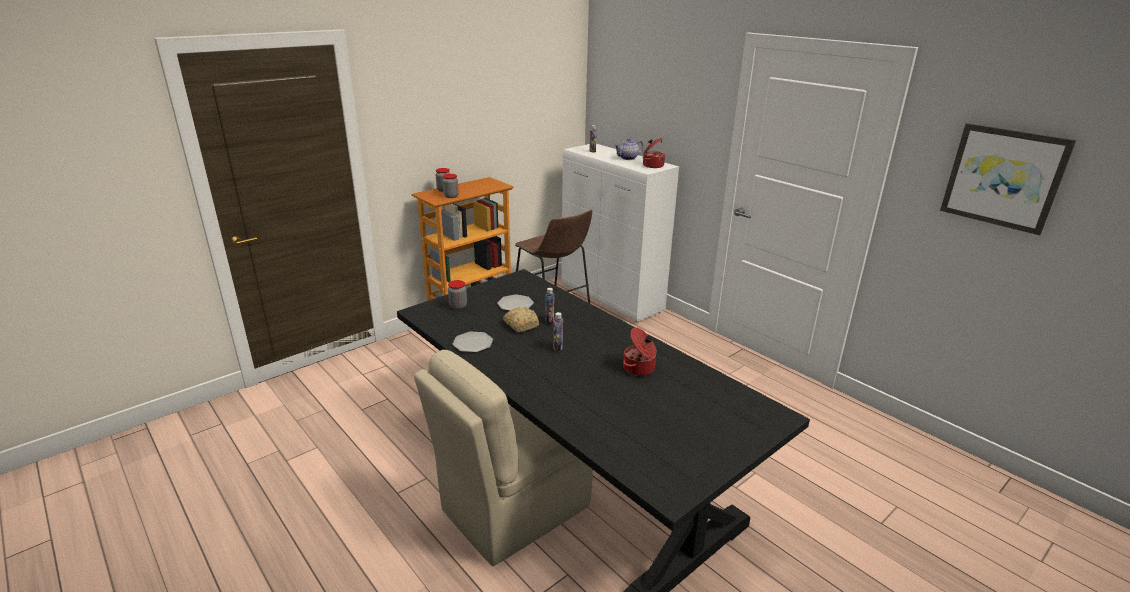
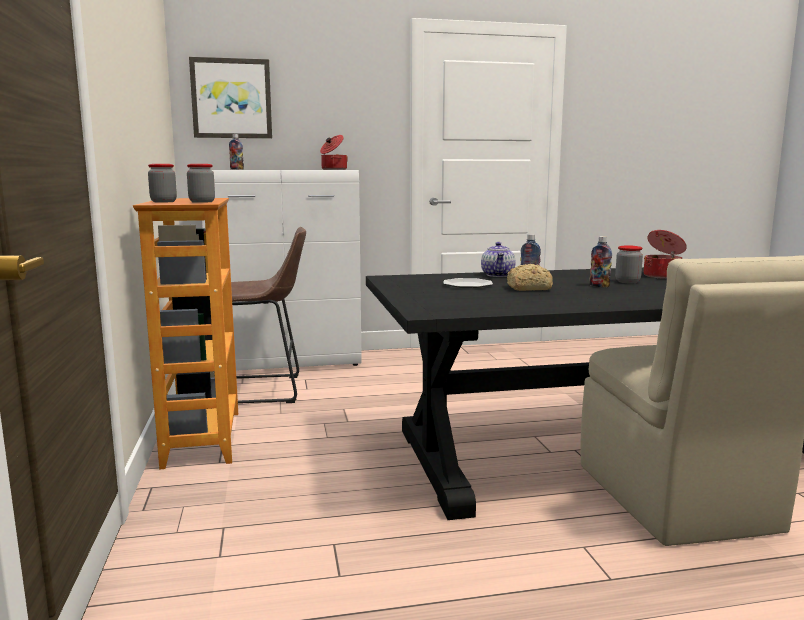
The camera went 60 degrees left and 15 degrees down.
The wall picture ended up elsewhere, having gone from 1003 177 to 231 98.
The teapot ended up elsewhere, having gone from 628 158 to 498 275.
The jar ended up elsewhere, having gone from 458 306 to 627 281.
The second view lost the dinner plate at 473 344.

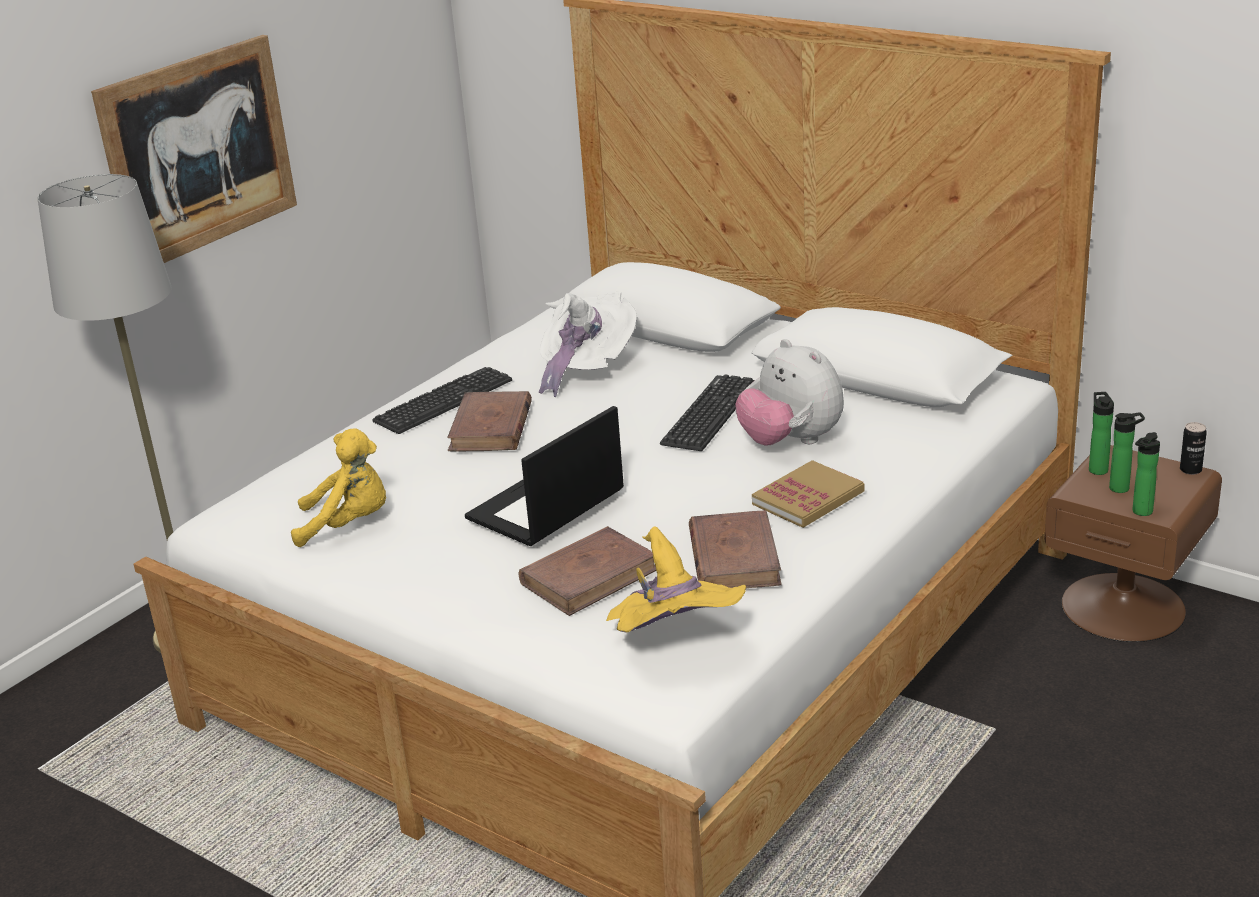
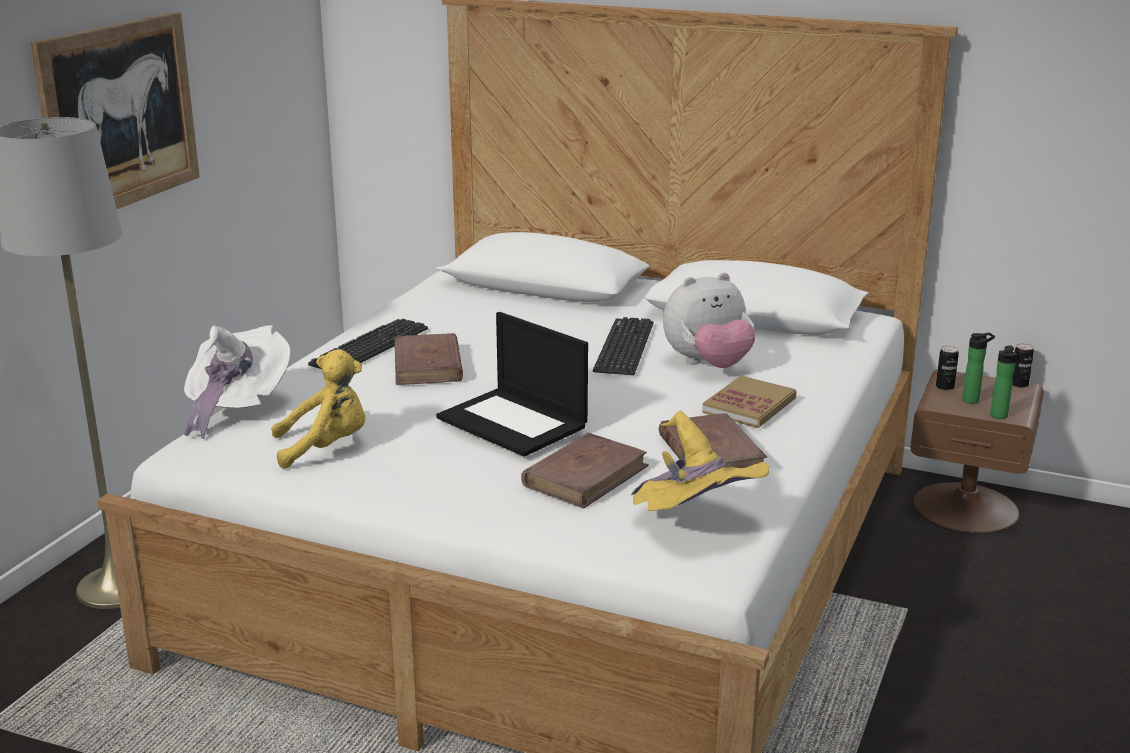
The camera went 15 degrees left and 5 degrees down.
The whitish clothing hat ended up elsewhere, having gone from 585 368 to 235 408.
The soft toy at 791 441 ended up facing another way, 60 degrees counterclockwise from before.
Where the drink bottle stood at 1097 469, the can came to stand at 944 387.
The portable computer at 545 506 ended up facing another way, 75 degrees counterclockwise from before.

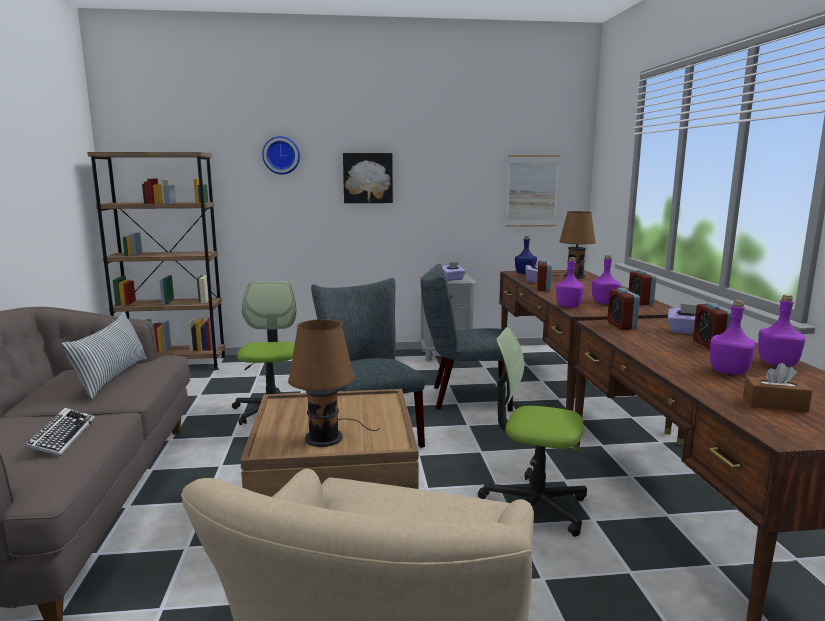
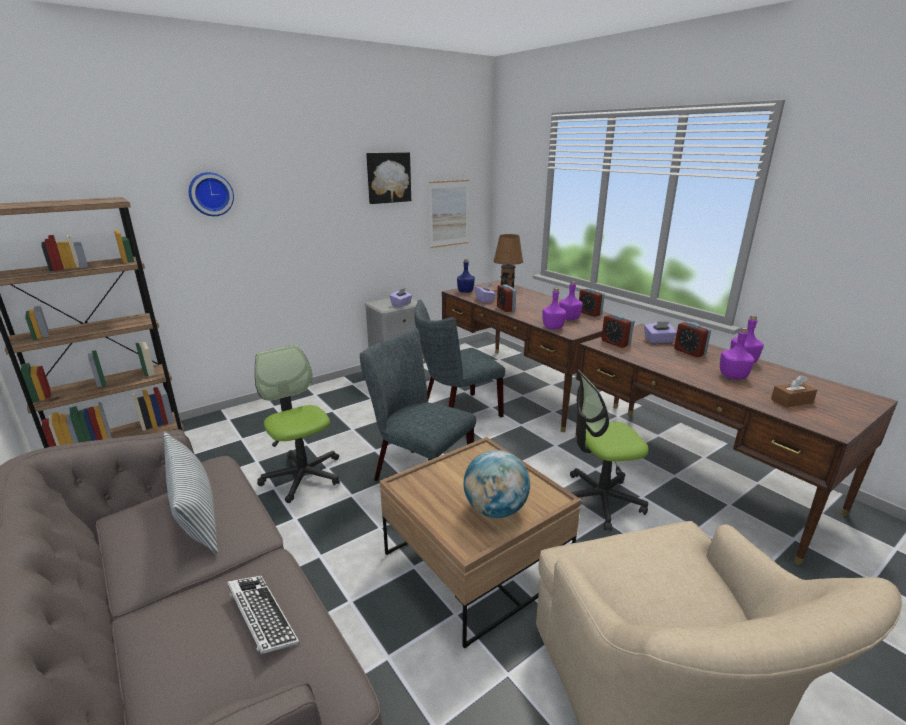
The camera went 30 degrees left and 10 degrees up.
The wall picture ended up elsewhere, having gone from 367 178 to 388 177.
Where the brownish lamp for a table stood at 327 437, the world globe came to stand at 495 510.

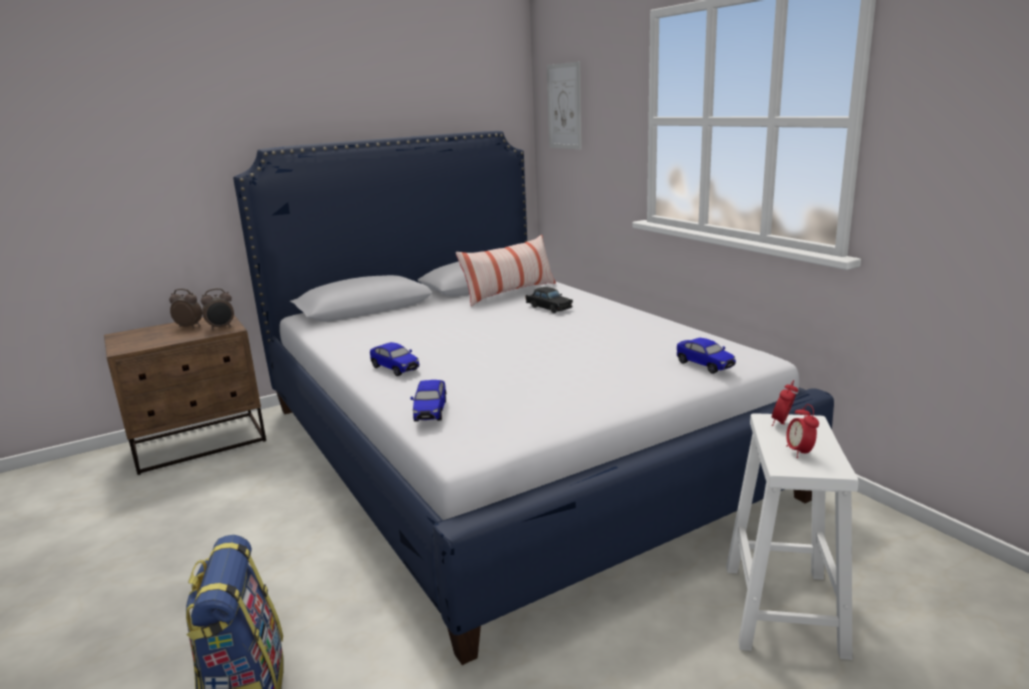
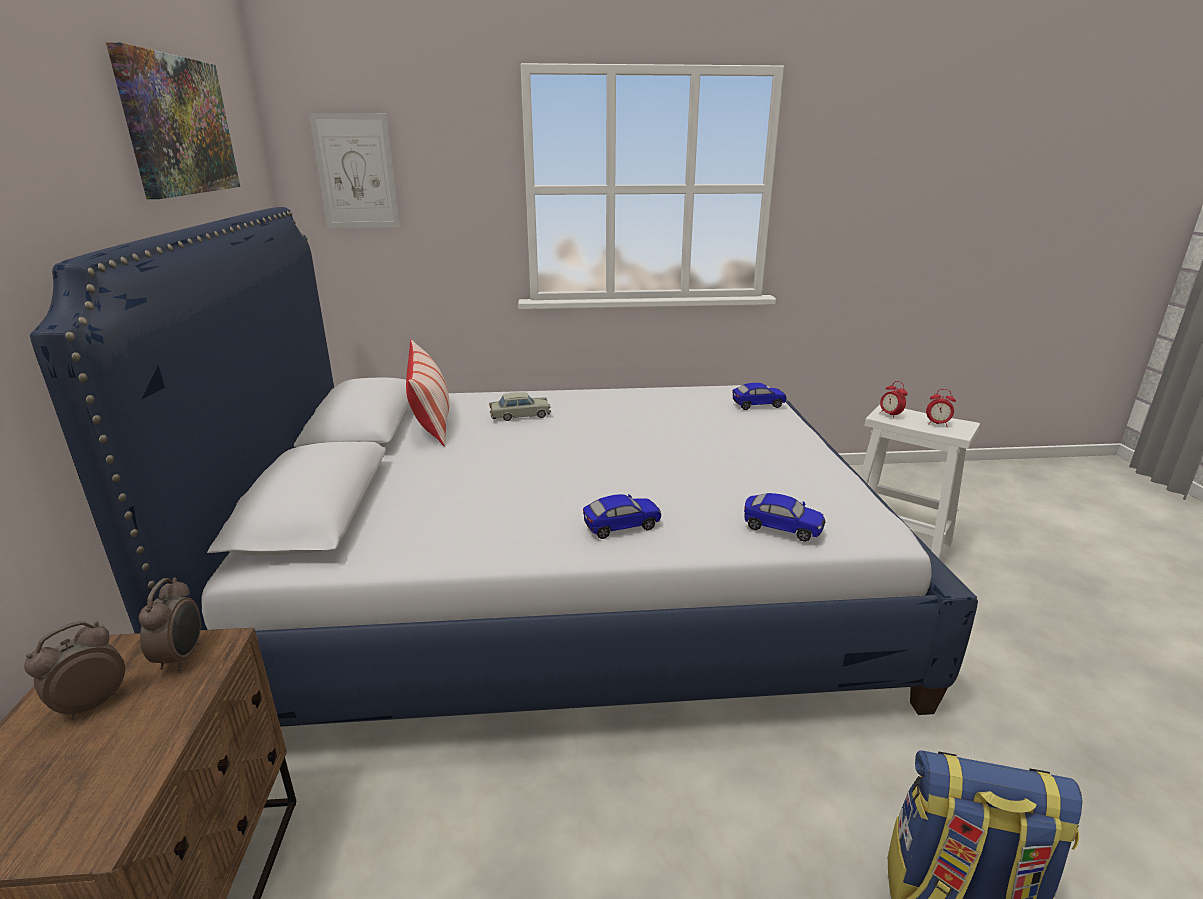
The camera went 65 degrees left and 5 degrees up.
What was the black-coloured model car at 548 307 turned into the sand-coloured model car at 520 415.
The second view gained the wall picture at 178 126.

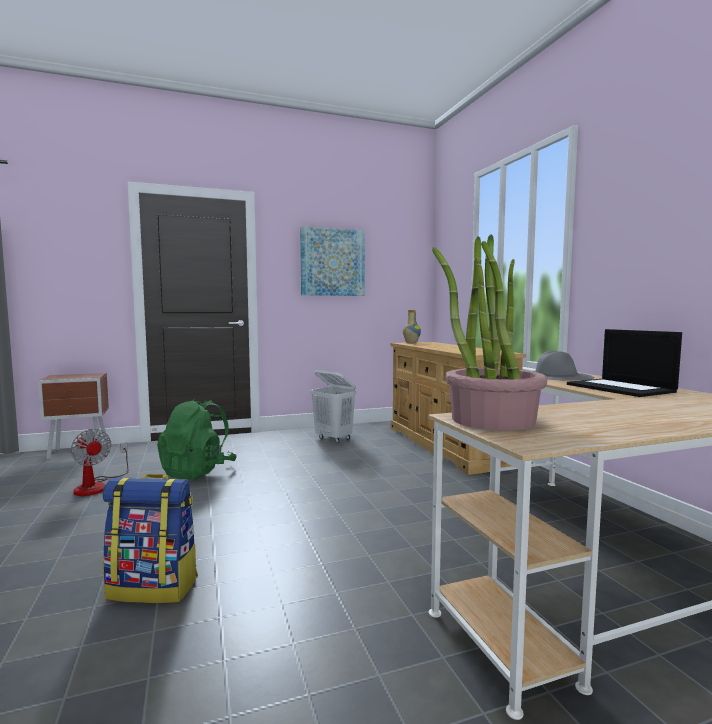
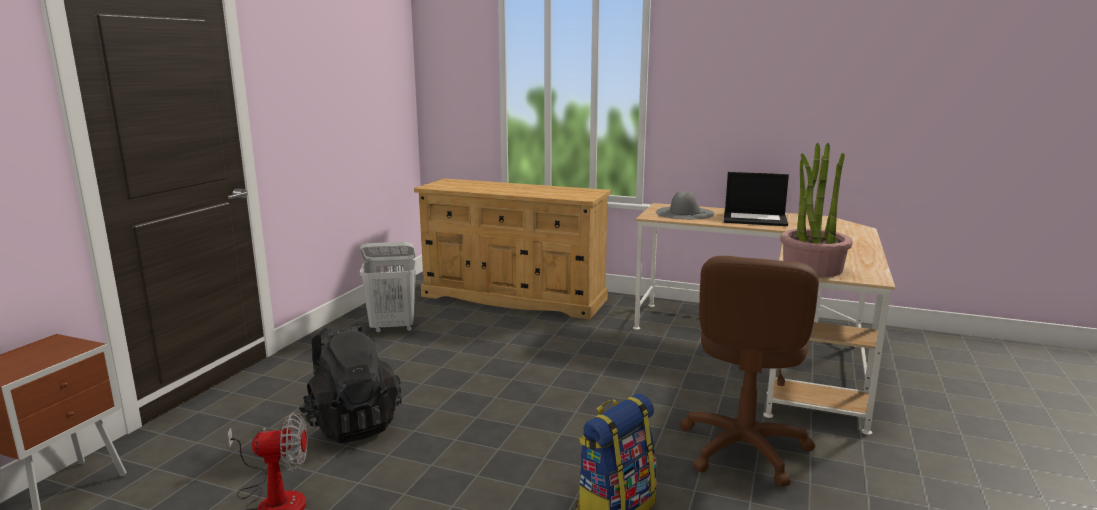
The camera went 50 degrees left and 10 degrees up.
The second view lost the wall picture at 332 262.
The second view lost the decorative vase at 411 343.
What was the green backpack at 198 471 turned into the black-coloured backpack at 352 424.
The second view gained the brownish office chair at 743 448.

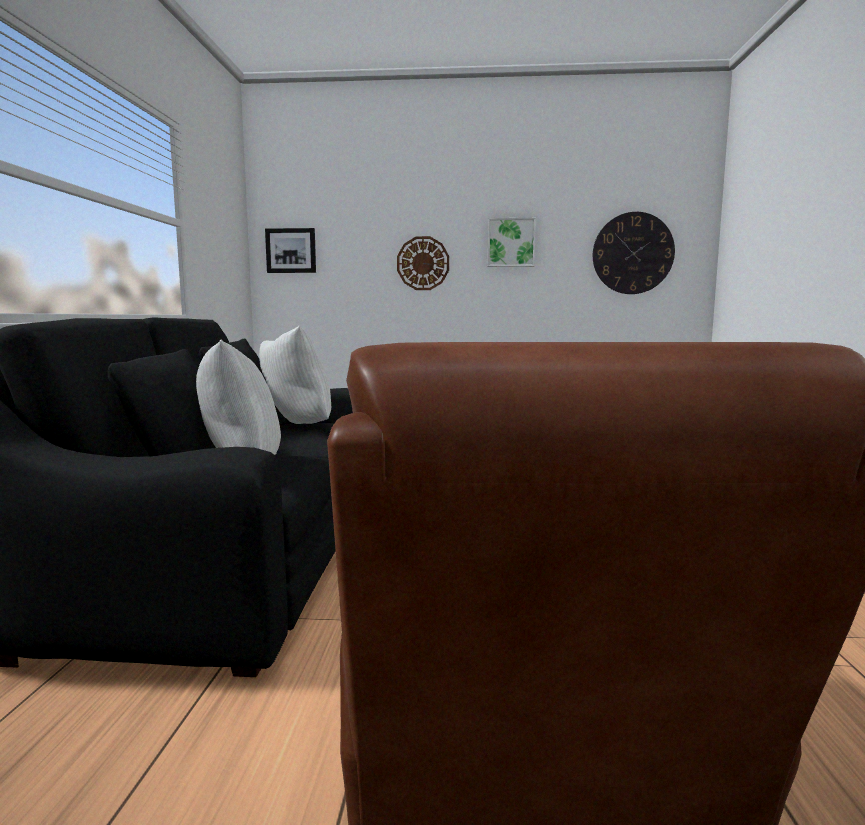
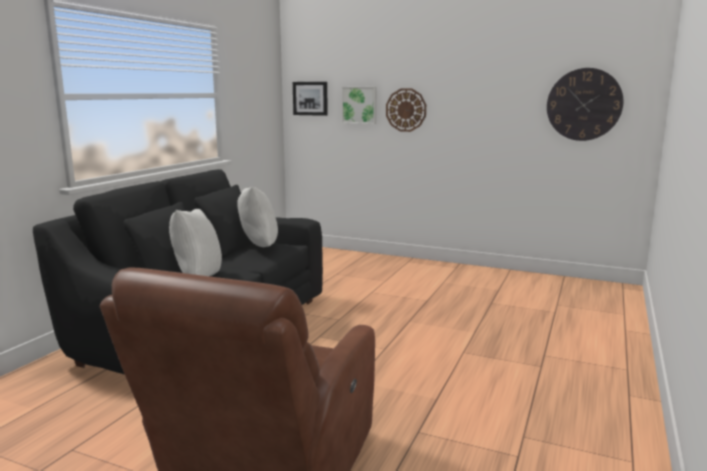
The camera went 20 degrees right and 5 degrees up.
The wall picture ended up elsewhere, having gone from 511 242 to 359 105.

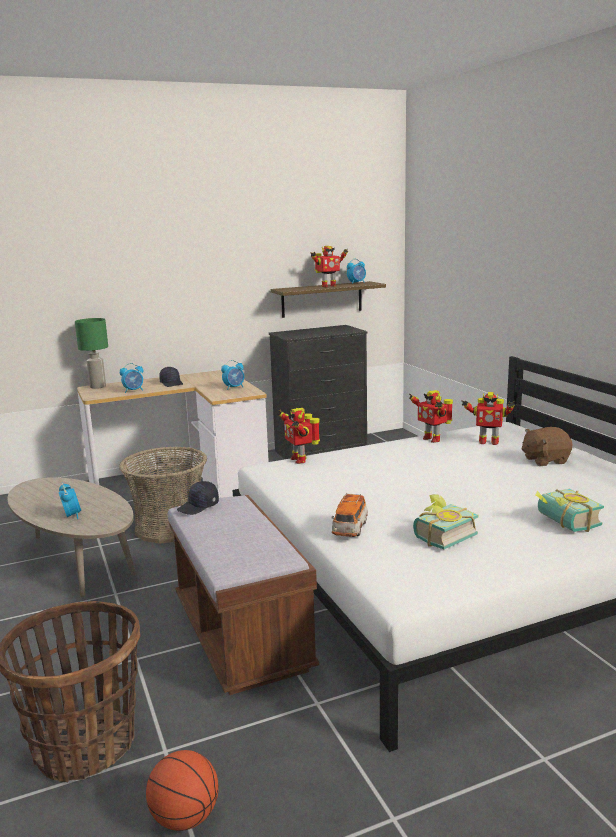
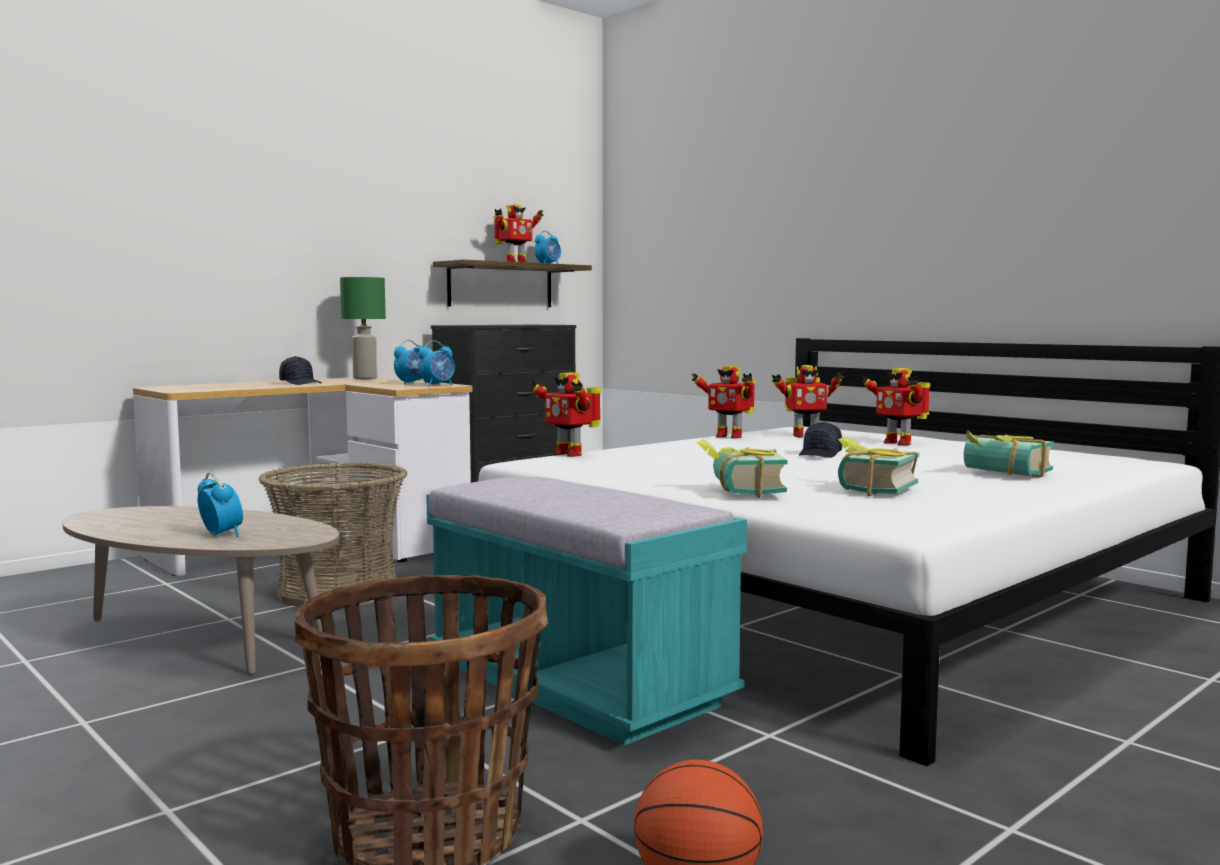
The camera went 20 degrees left and 10 degrees down.
The green lamp for a table ended up elsewhere, having gone from 98 386 to 365 378.
The bedside clock ended up elsewhere, having gone from 133 391 to 437 385.
Where the brownish soft toy stood at 545 460, the toy robot came to stand at 898 443.
The black-coloured peaked cap ended up elsewhere, having gone from 199 506 to 820 454.
Where the model car stood at 350 529, the bound book came to stand at 739 491.
What was the brownish long seat at 241 636 turned into the blue-green long seat at 577 684.

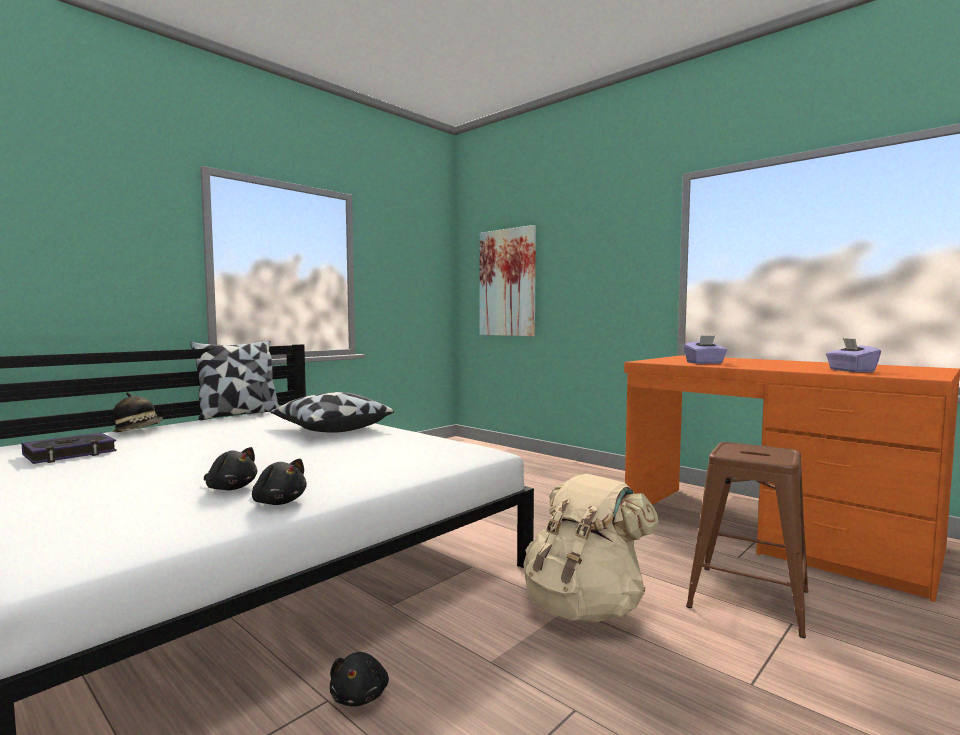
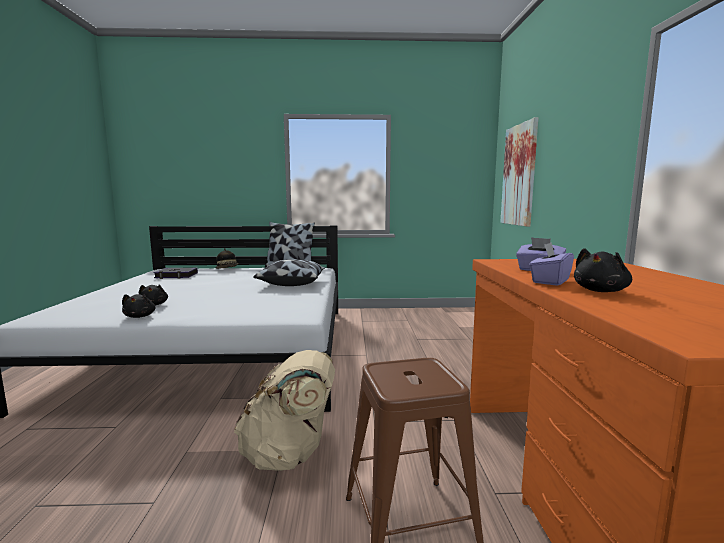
The camera went 45 degrees right and 5 degrees up.
The purple-coloured box of tissues ended up elsewhere, having gone from 851 371 to 550 281.
The black-coloured soft toy ended up elsewhere, having gone from 360 696 to 601 291.

